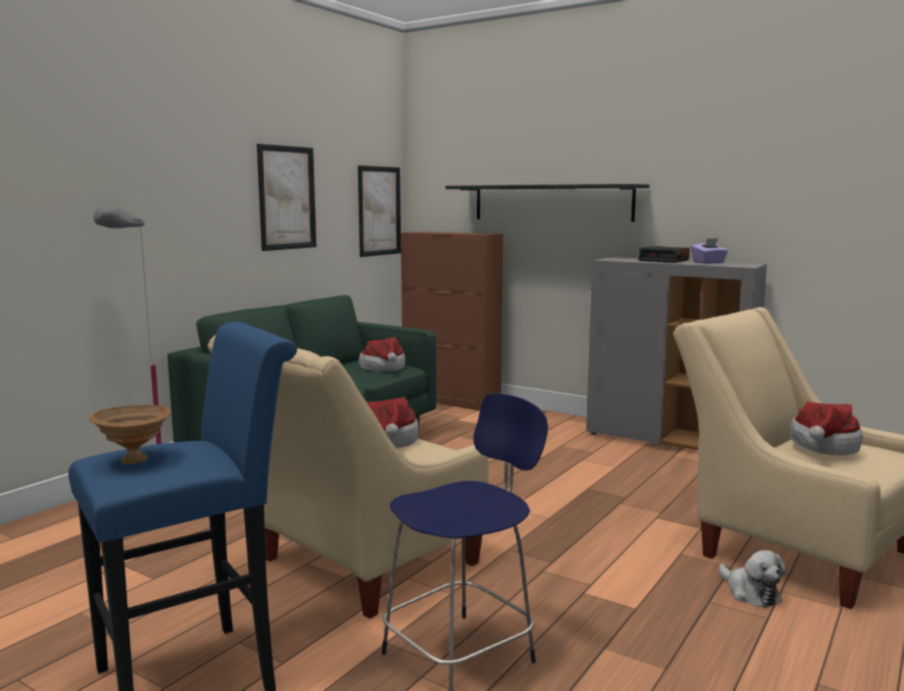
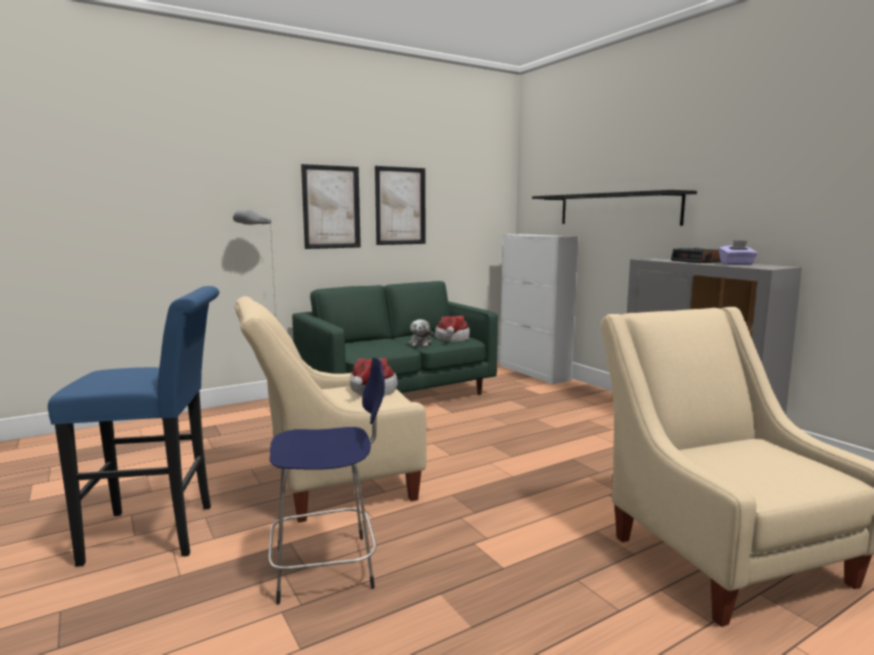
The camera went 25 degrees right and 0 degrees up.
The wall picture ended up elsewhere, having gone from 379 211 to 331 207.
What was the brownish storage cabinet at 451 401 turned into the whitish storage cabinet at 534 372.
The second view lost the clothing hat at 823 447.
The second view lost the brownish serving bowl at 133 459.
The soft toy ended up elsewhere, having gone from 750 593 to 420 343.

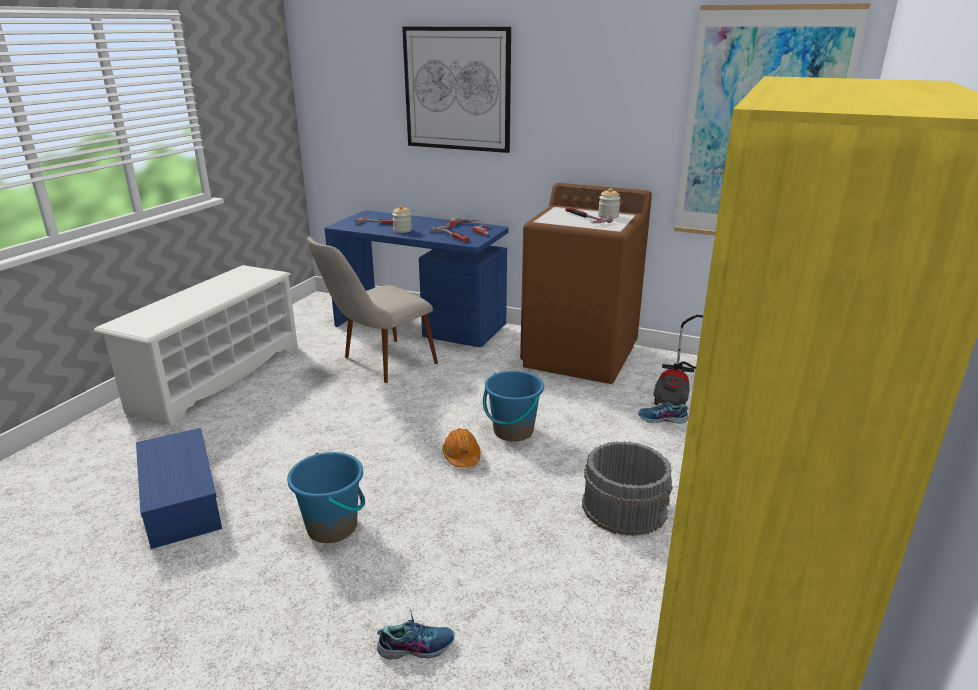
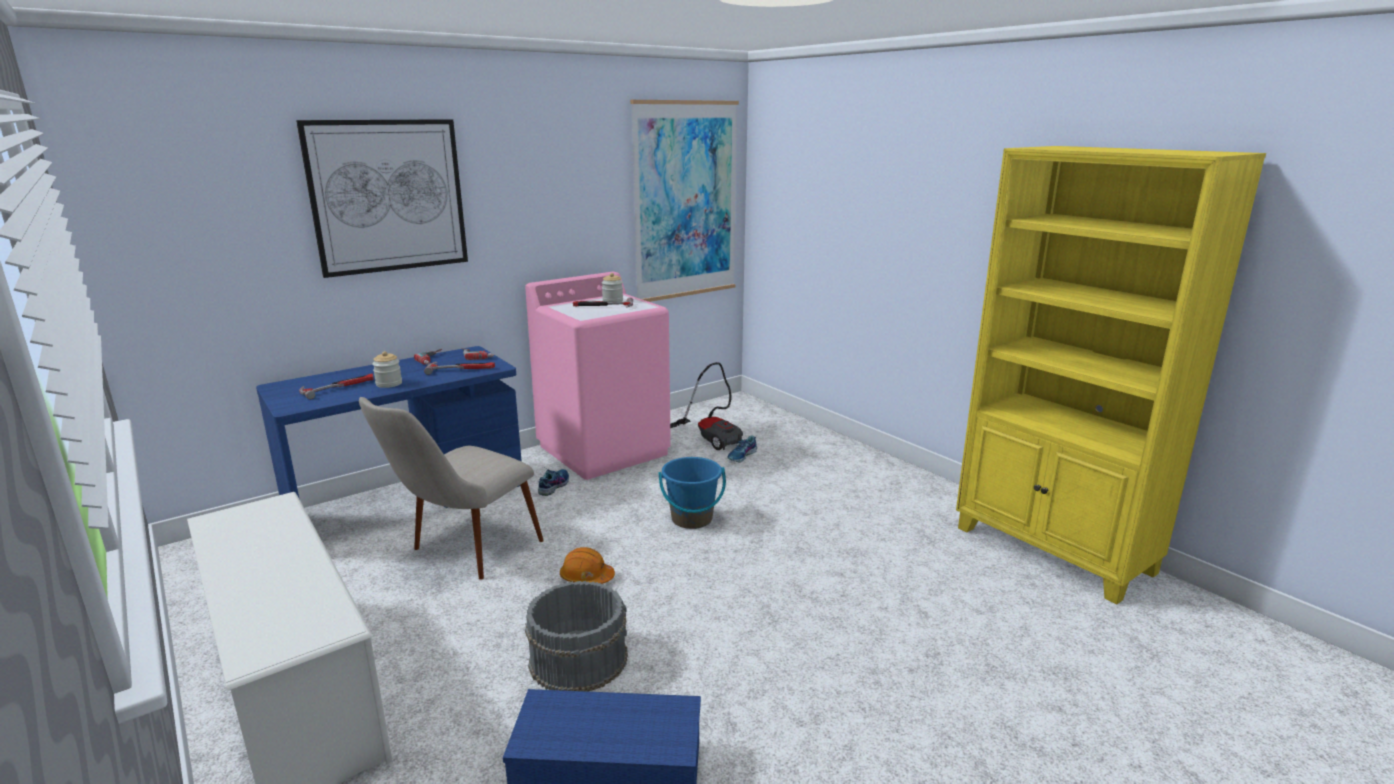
The camera went 60 degrees left and 5 degrees down.
What was the brownish laundry machine at 580 356 turned into the pink-coloured laundry machine at 604 450.
The sand-coloured upright chair at 377 365 ended up facing another way, 45 degrees clockwise from before.
The orange-coloured safety helmet ended up elsewhere, having gone from 461 456 to 586 577.
The grey water bucket ended up elsewhere, having gone from 624 507 to 578 659.
The second view lost the blue water bucket at 332 527.
The item of footwear ended up elsewhere, having gone from 416 646 to 553 486.

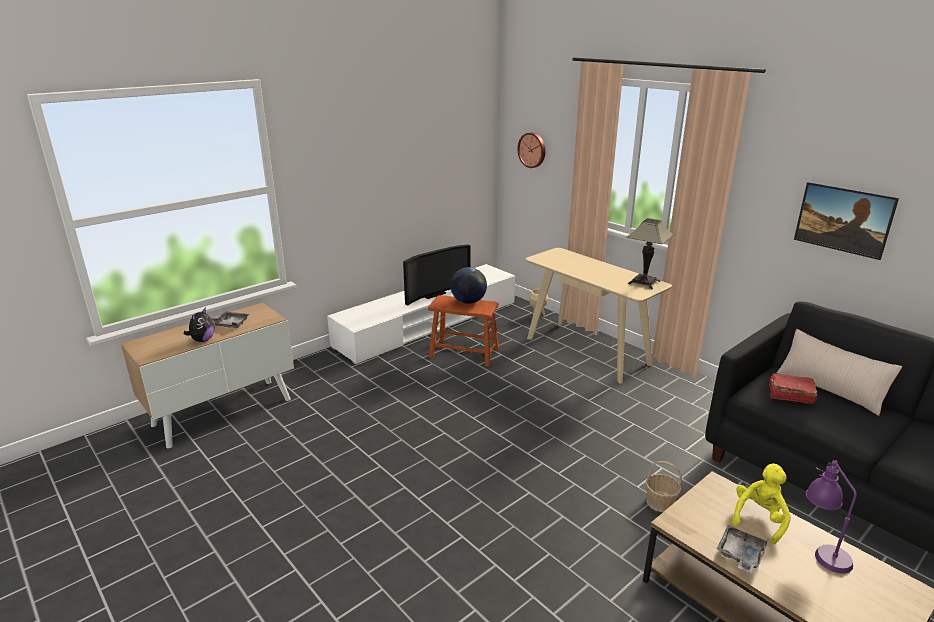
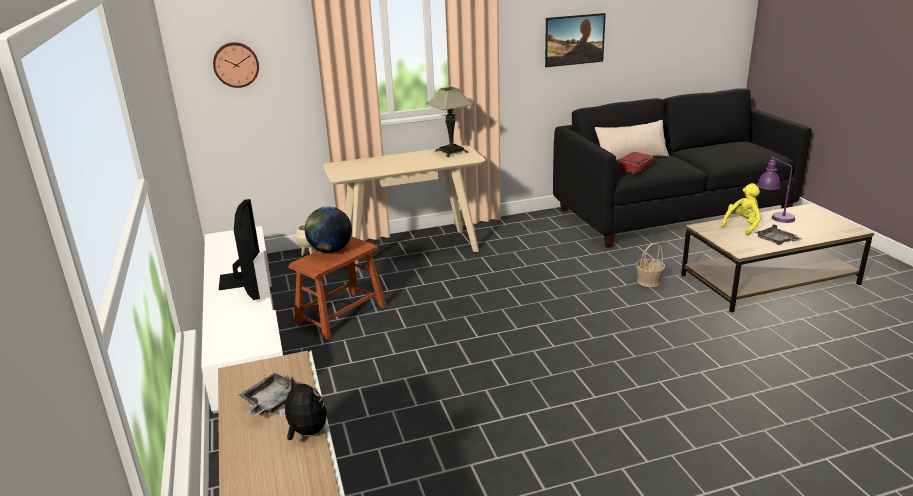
The camera went 65 degrees left and 0 degrees up.
The yellow-coloured soft toy at 759 519 ended up facing another way, 75 degrees clockwise from before.

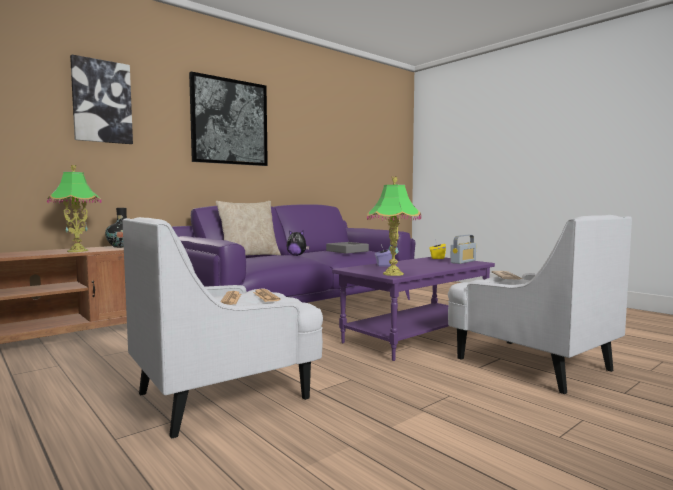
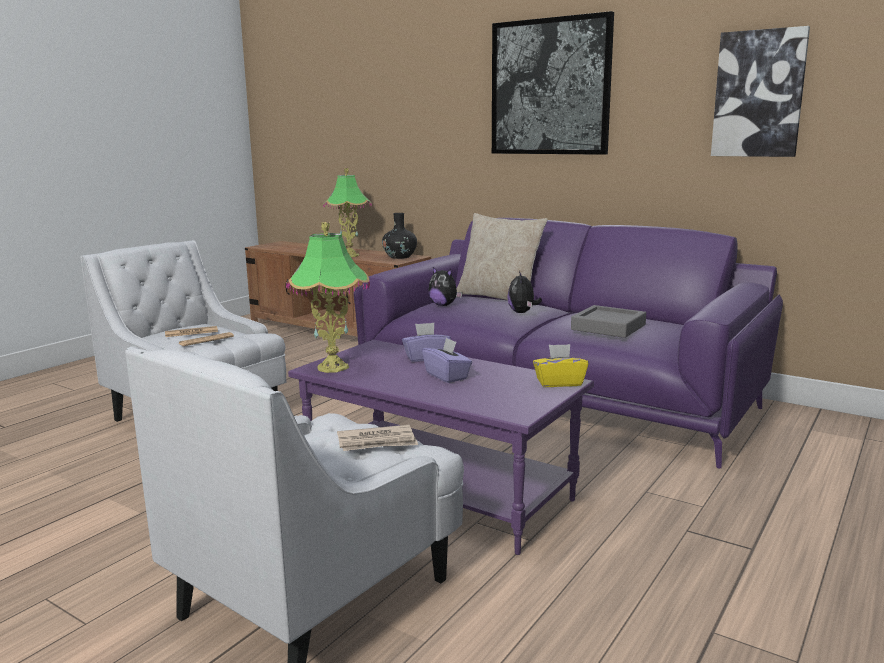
The camera went 75 degrees right and 10 degrees up.
The wall picture ended up elsewhere, having gone from 102 101 to 758 94.
The second view lost the radio receiver at 463 262.
The second view gained the soft toy at 444 305.
The second view gained the purple-coloured box of tissues at 447 376.

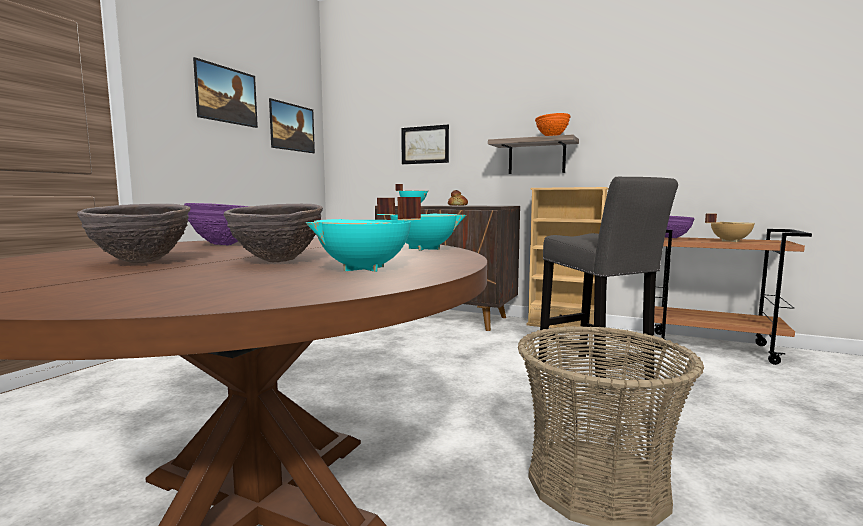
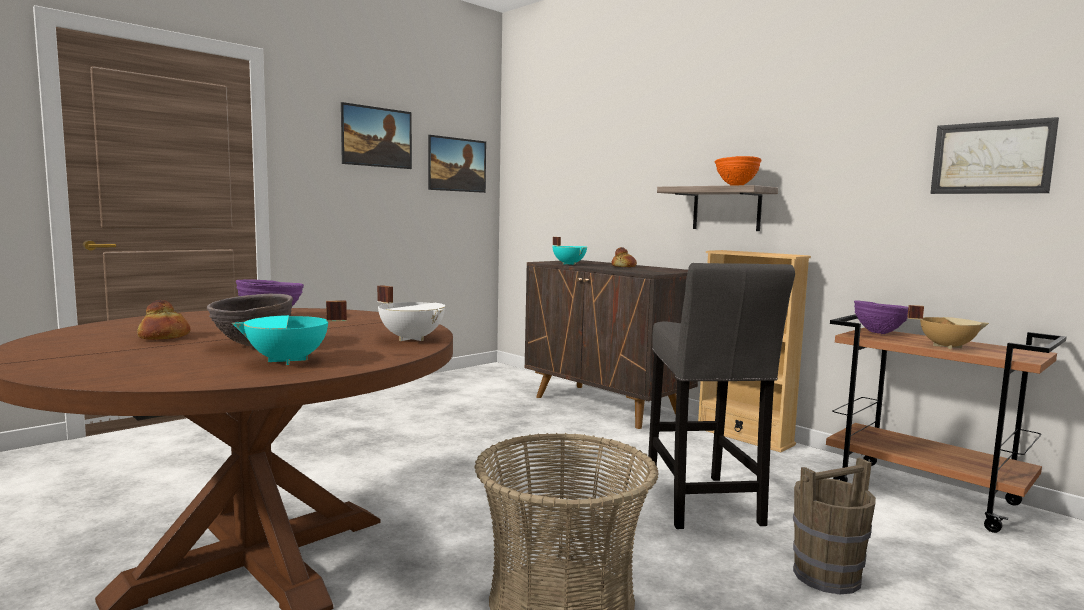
The camera went 20 degrees right and 0 degrees up.
The wall picture ended up elsewhere, having gone from 425 145 to 991 158.
What was the blue-green stockpot at 424 248 turned into the whitish stockpot at 412 338.
Where the brownish serving bowl stood at 141 262, the bread came to stand at 165 336.
The second view gained the brownish water bucket at 826 576.

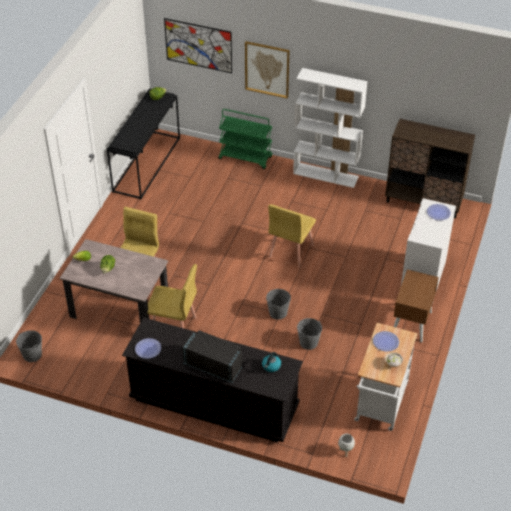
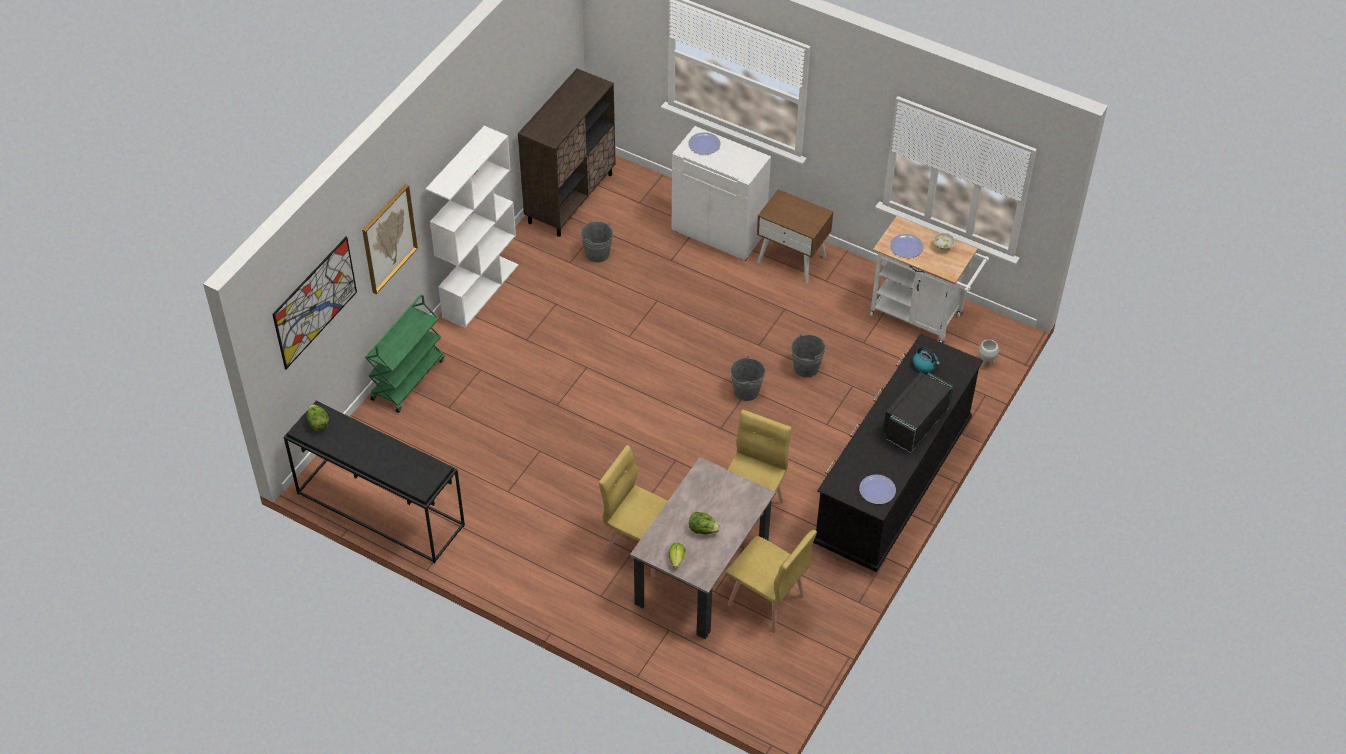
The camera went 80 degrees left and 5 degrees up.
The yellow-coloured upright chair ended up elsewhere, having gone from 291 251 to 766 601.
The grey water bucket ended up elsewhere, having gone from 32 355 to 597 253.

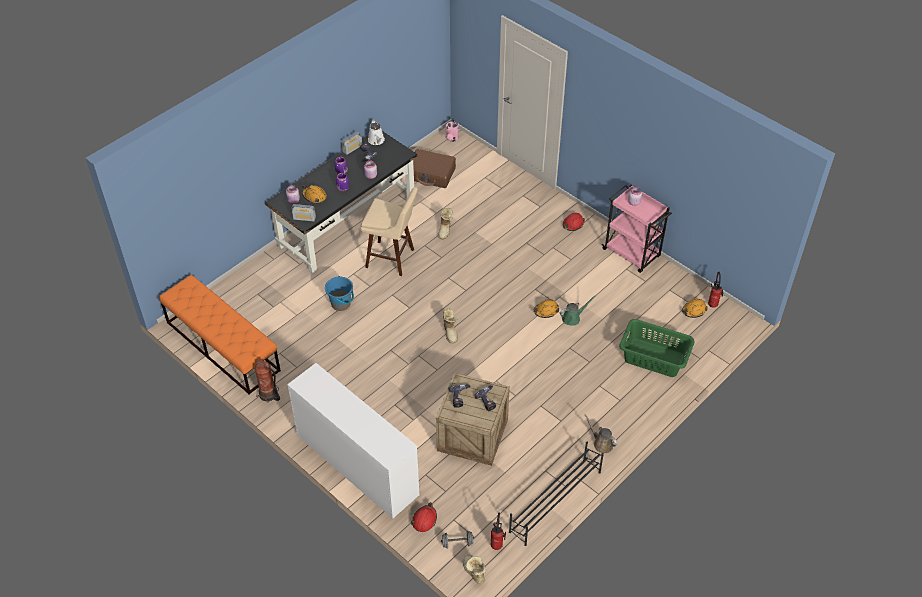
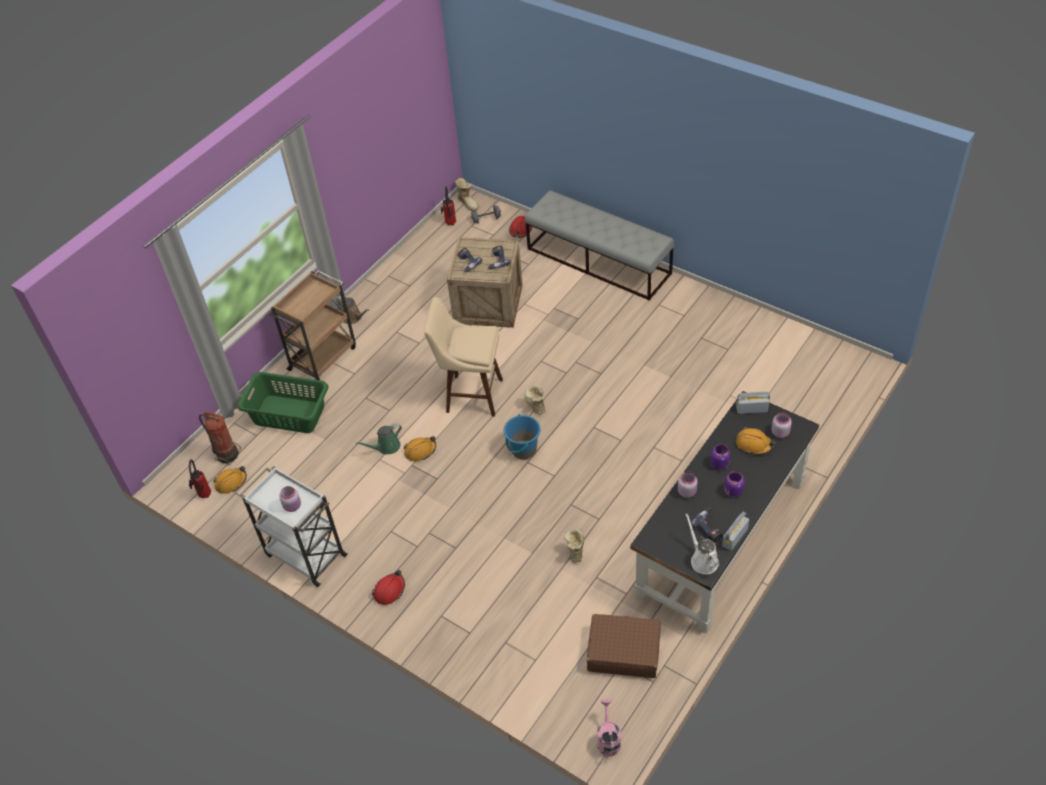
The camera went 175 degrees right and 0 degrees up.
What was the pink-coloured trolley at 632 253 turned into the whitish trolley at 304 554.
The sand-coloured sitting stool ended up elsewhere, having gone from 392 259 to 471 395.
The second view lost the orange-coloured long seat at 222 346.
The blue water bucket ended up elsewhere, having gone from 341 303 to 523 450.
The fire extinguisher ended up elsewhere, having gone from 269 395 to 227 454.
Where the whitish chest of drawers stood at 356 464, the grey long seat came to stand at 599 261.
The second view lost the black-coloured shoe rack at 555 502.
The second view gained the brownish trolley at 323 357.

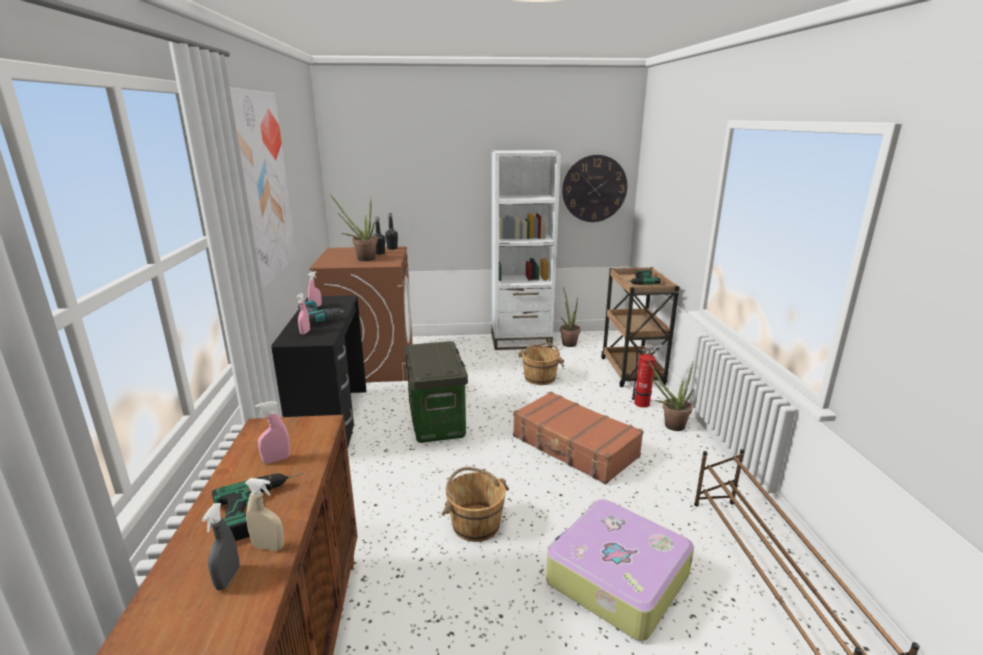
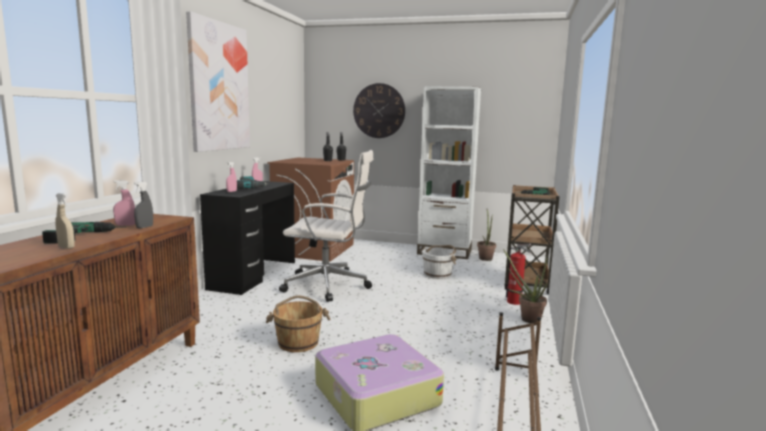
The camera went 20 degrees right and 10 degrees down.
The wall clock ended up elsewhere, having gone from 594 188 to 379 111.
The second view lost the plant in a pot at 362 259.
Where the storage container stood at 437 421, the whitish office chair came to stand at 329 285.
What was the brownish water bucket at 540 378 turned into the whitish water bucket at 438 274.
The second view lost the brownish travel case at 574 447.
The grey spray bottle ended up elsewhere, having gone from 228 578 to 144 227.

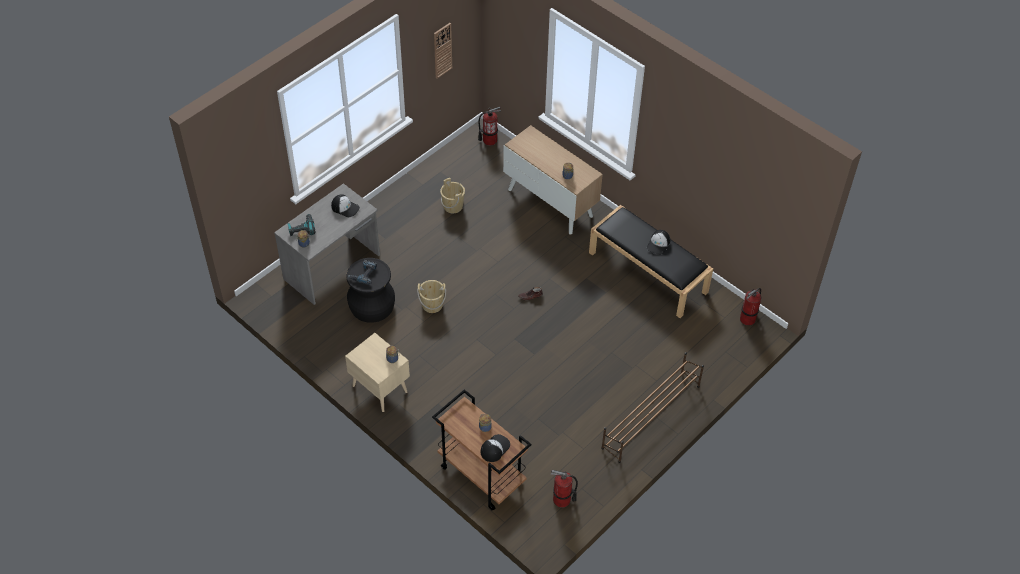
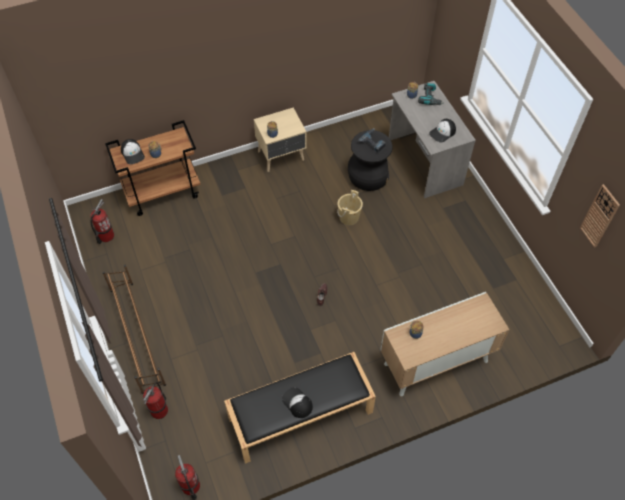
The camera went 115 degrees right and 5 degrees up.
The fire extinguisher ended up elsewhere, having gone from 489 140 to 159 410.
The second view lost the sand-coloured water bucket at 453 206.

